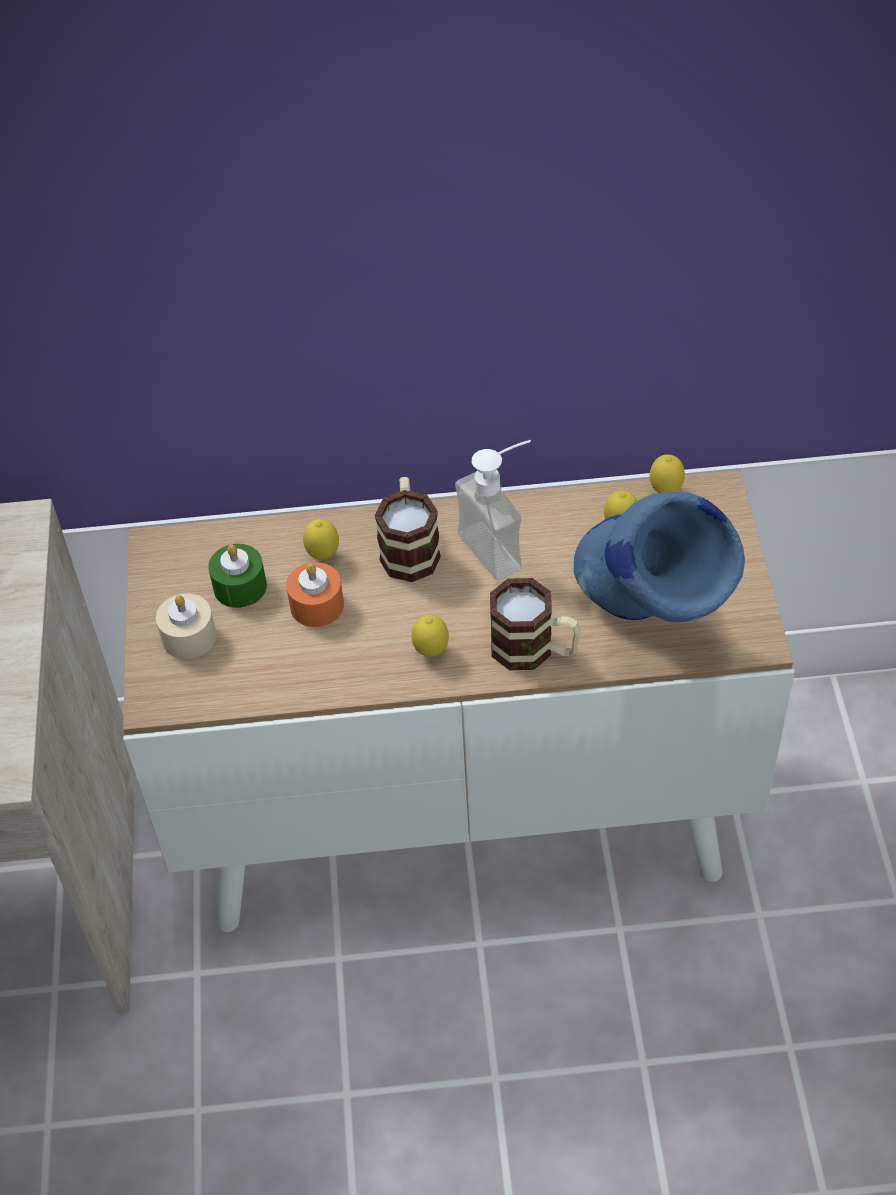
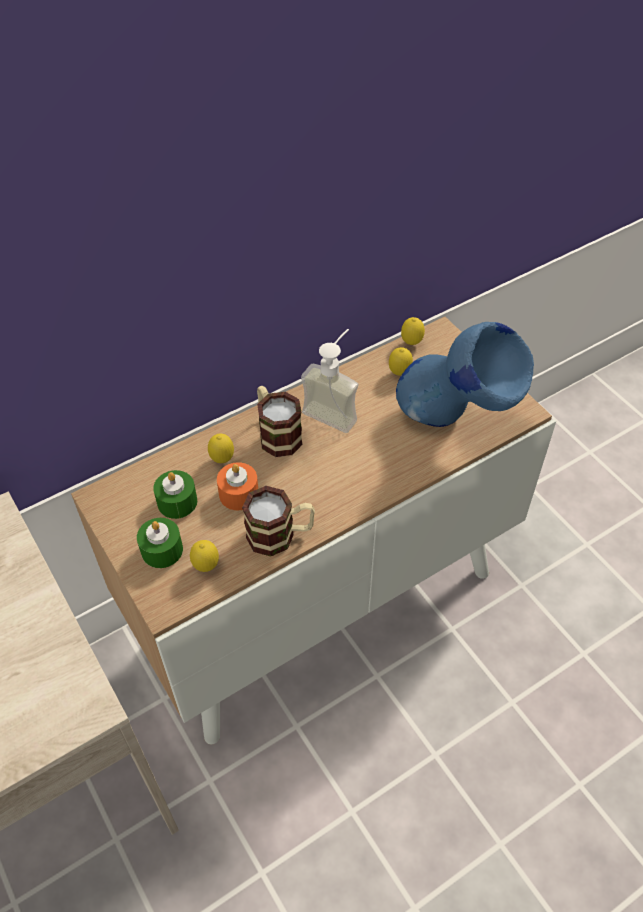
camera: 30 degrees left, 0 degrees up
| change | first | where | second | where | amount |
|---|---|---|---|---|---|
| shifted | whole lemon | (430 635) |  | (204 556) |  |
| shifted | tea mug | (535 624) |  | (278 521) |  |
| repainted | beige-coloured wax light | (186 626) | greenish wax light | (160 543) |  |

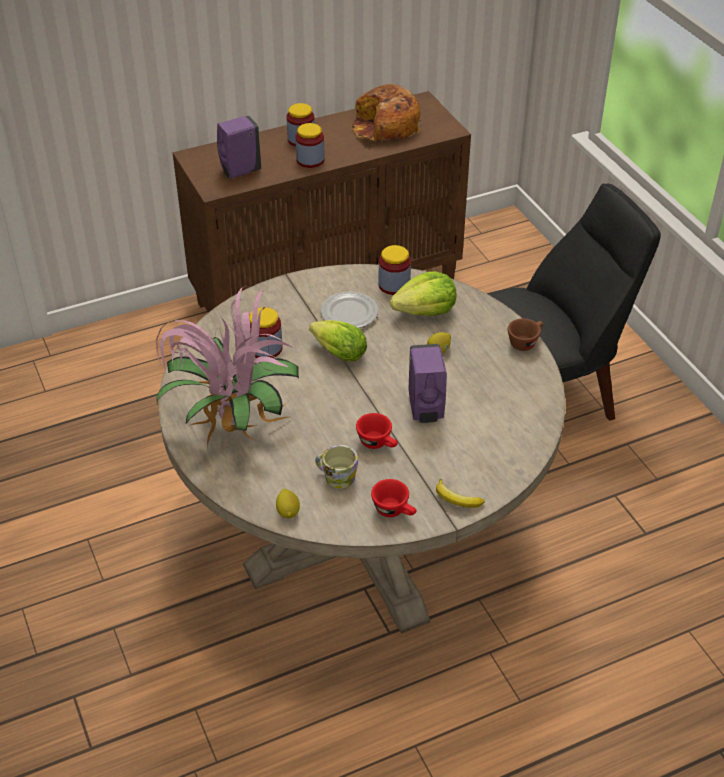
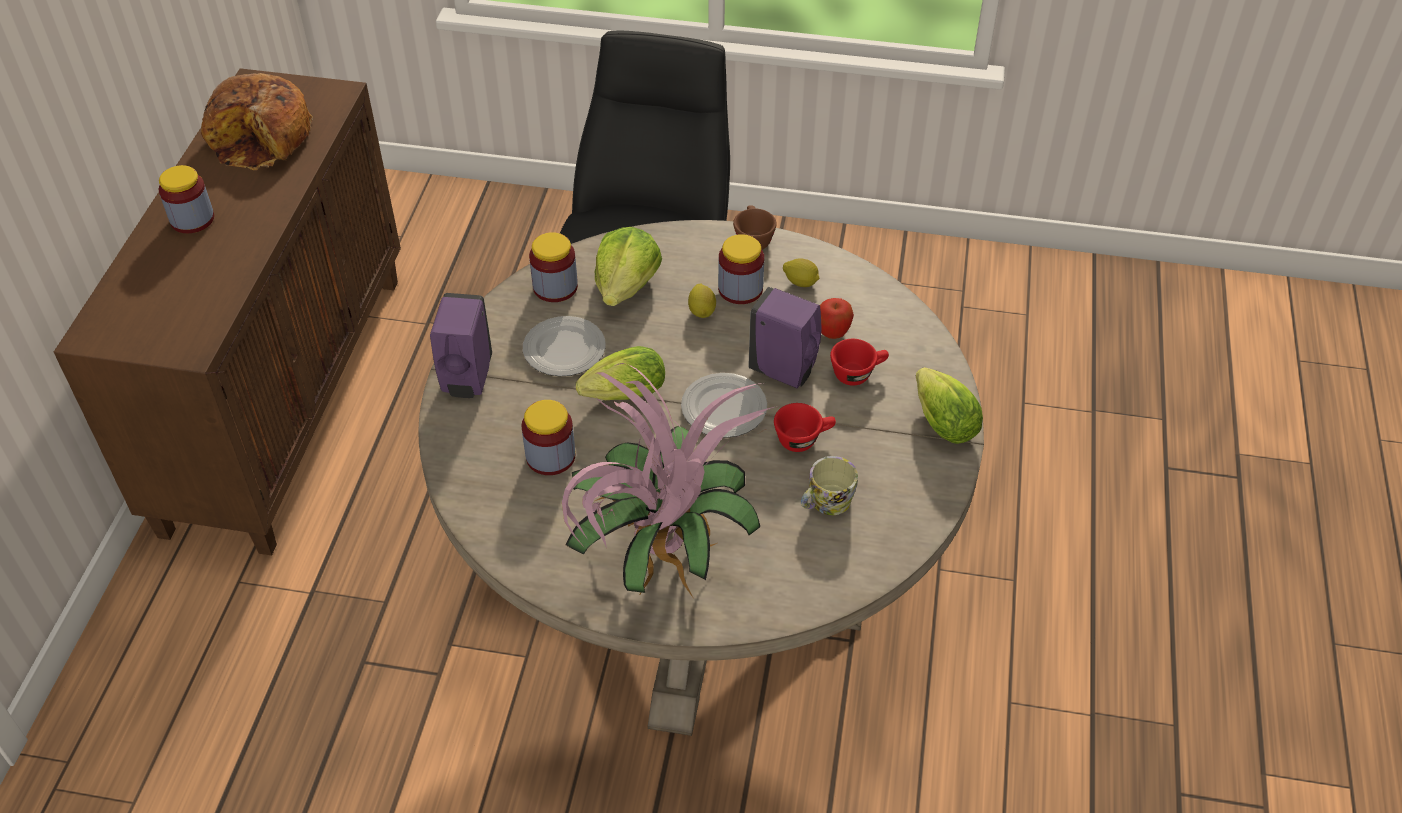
camera: 55 degrees left, 5 degrees up
| change | first | where | second | where | amount |
|---|---|---|---|---|---|
| new |  |  | plate | (724 405) |  |
| new |  |  | apple | (837 318) |  |
| shifted | purple-coloured soap dispenser | (239 147) |  | (461 345) |  |
| shifted | whole lemon | (288 504) |  | (801 272) |  |
| shifted | preserve jar | (310 145) |  | (741 269) |  |
| shifted | red drinking cup | (393 498) |  | (859 362) |  |
| swapped | banana fruit | (460 493) | lettuce head | (949 405) |  |

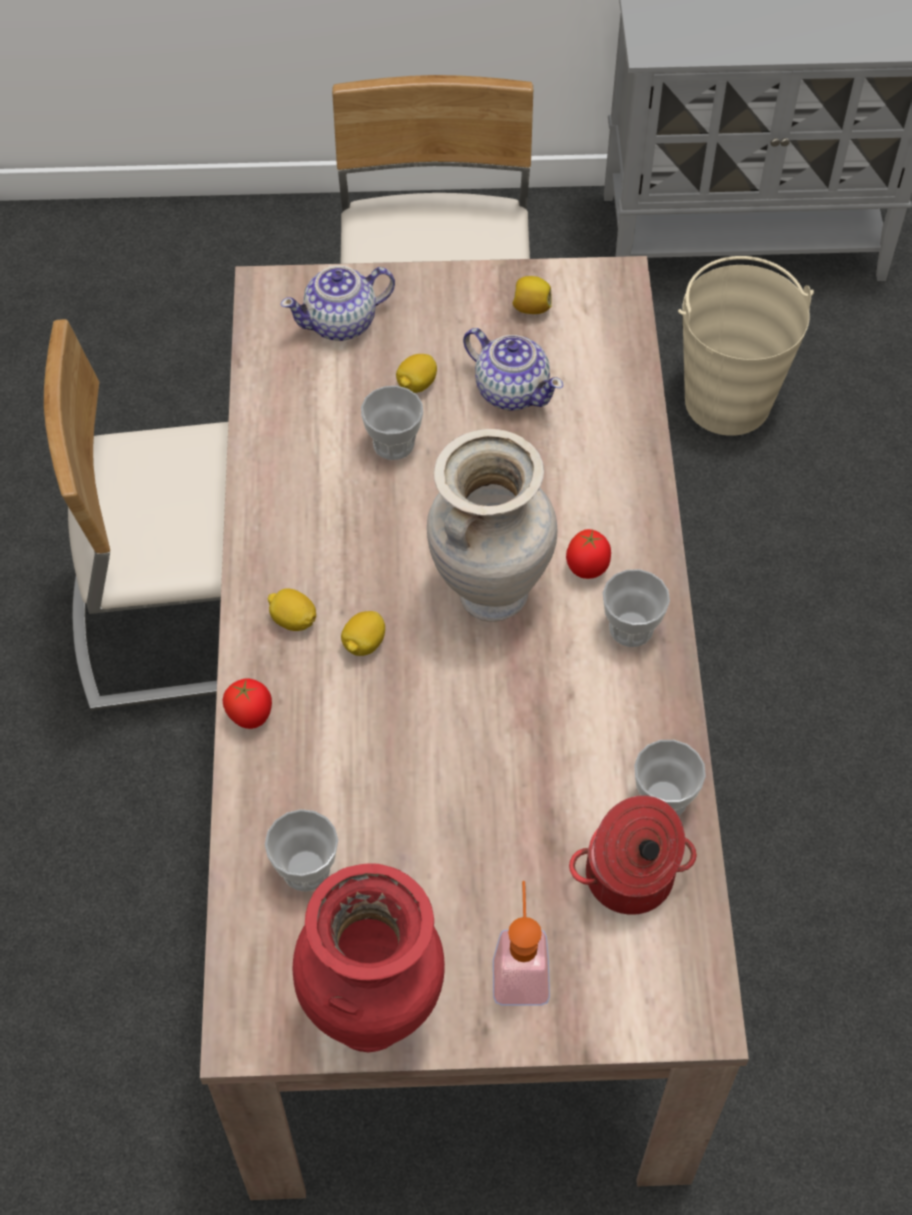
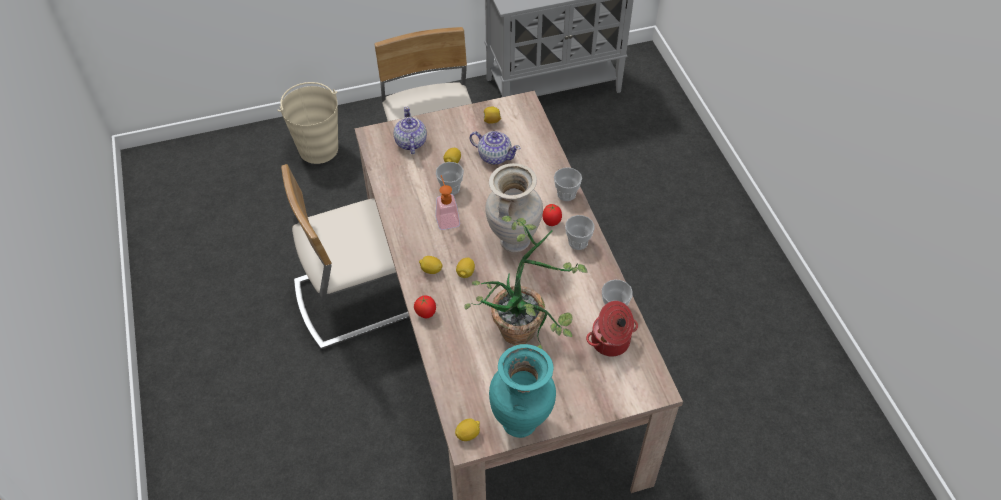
camera: 15 degrees left, 5 degrees down
| change | first | where | second | where | amount |
|---|---|---|---|---|---|
| new |  |  | whole lemon | (467 430) |  |
| new |  |  | houseplant | (526 282) |  |
| shifted | drinking cup | (301 850) |  | (568 184) |  |
| shifted | soap dispenser | (521 943) |  | (448 202) |  |
| shifted | beige-coloured bucket | (746 346) |  | (308 123) |  |
| repainted | red vase | (369 957) | blue-green vase | (522 391) |  |
| rotated | pot for tea | (338 303) |  | (410 130) | 120 degrees clockwise |

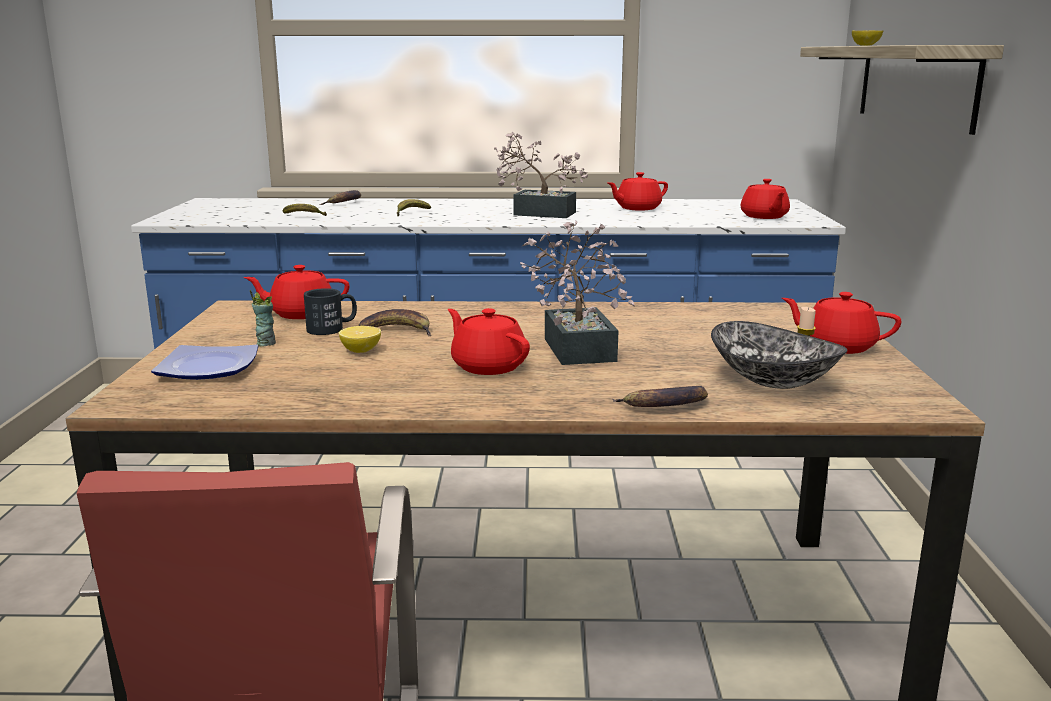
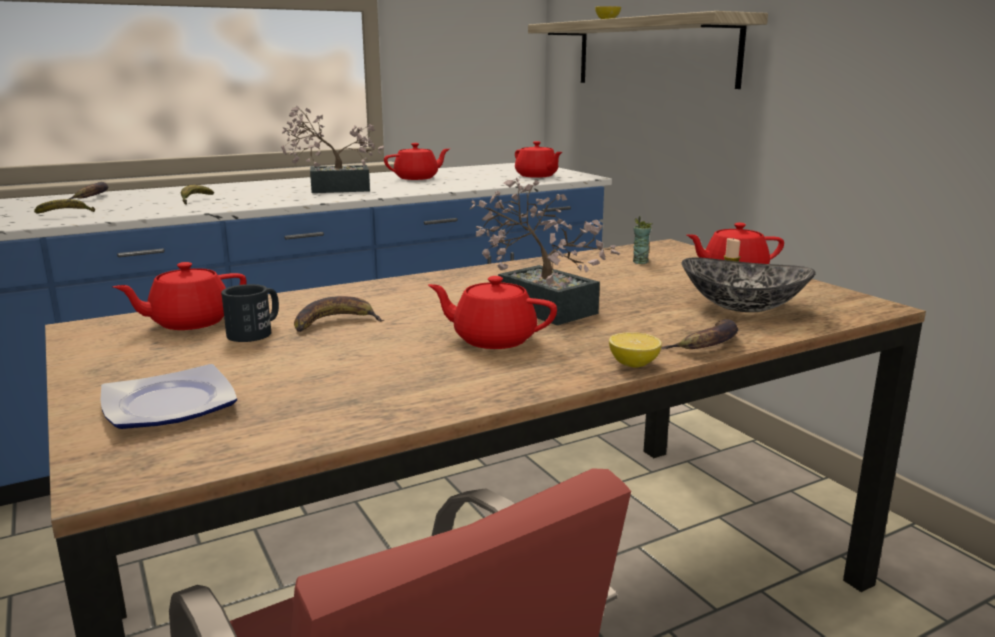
camera: 30 degrees left, 0 degrees up
| change | first | where | second | where | amount |
|---|---|---|---|---|---|
| shifted | drinking cup | (263 318) |  | (642 240) |  |
| shifted | whole lemon | (360 339) |  | (635 350) |  |
| rotated | red pot for tea | (638 191) |  | (416 161) | 150 degrees counterclockwise |

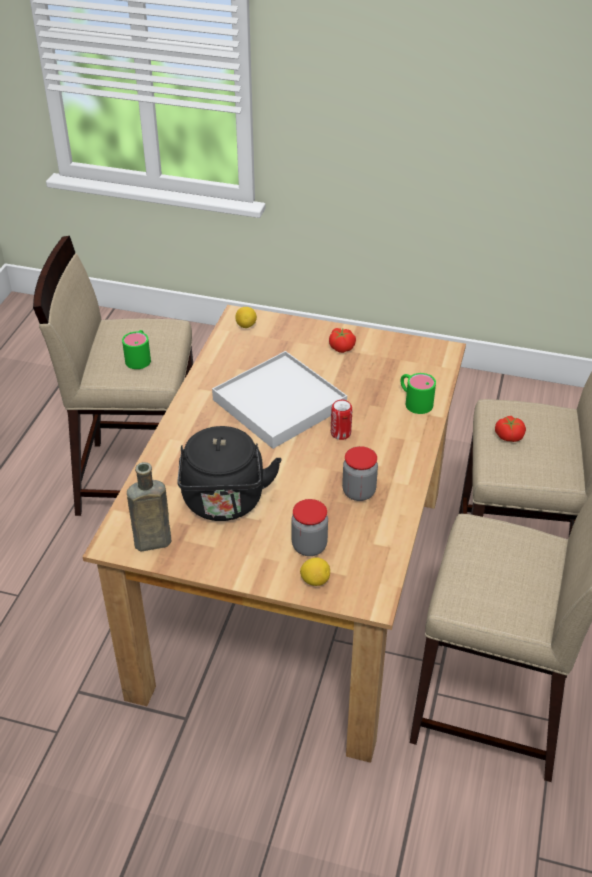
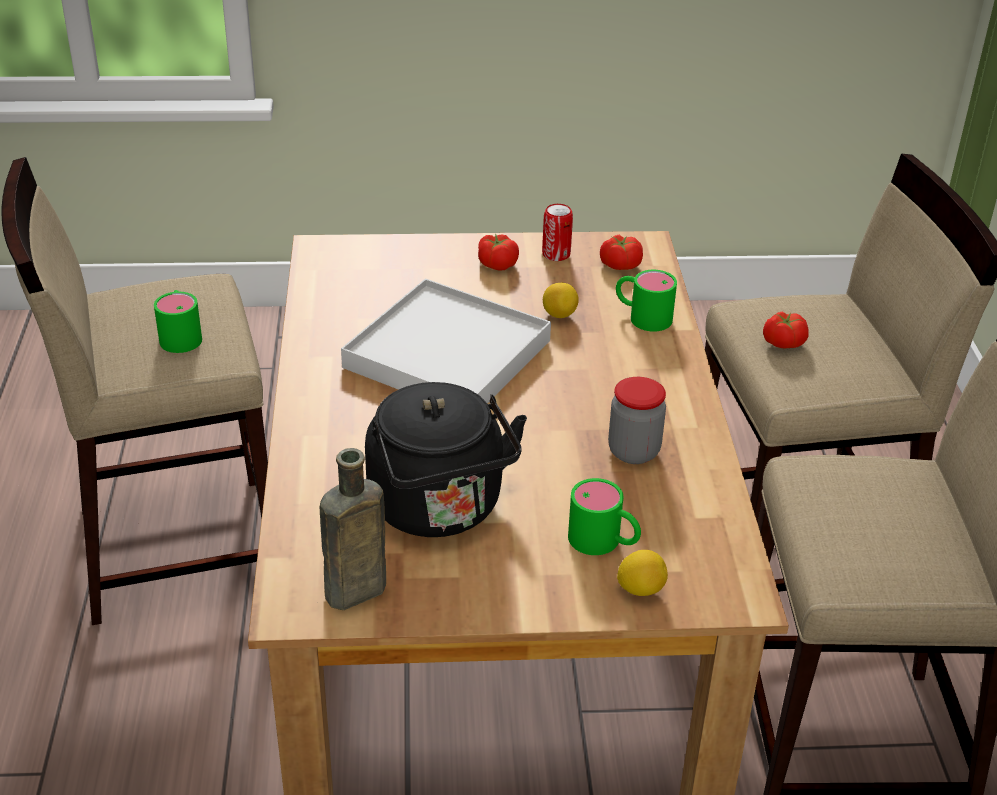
camera: 20 degrees left, 5 degrees down
| change | first | where | second | where | amount |
|---|---|---|---|---|---|
| new |  |  | fresh tomato | (621 252) |  |
| shifted | whole lemon | (246 317) |  | (561 300) |  |
| shifted | metal can | (342 420) |  | (557 232) |  |
| swapped | preserve jar | (309 527) | greenish tea mug | (604 516) |  |

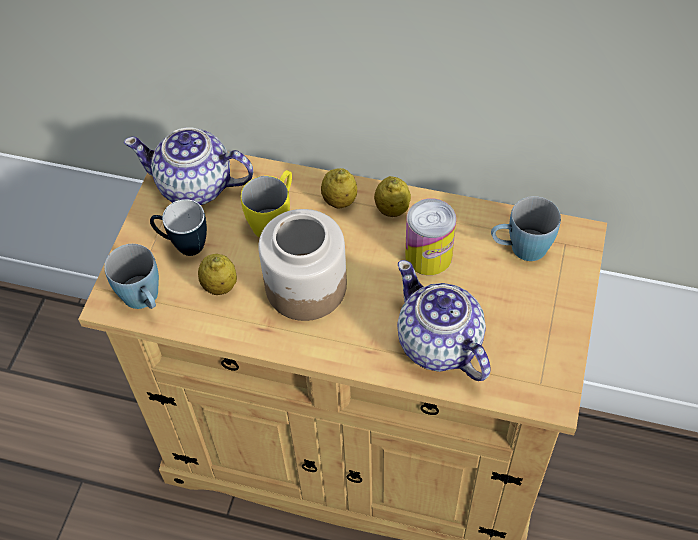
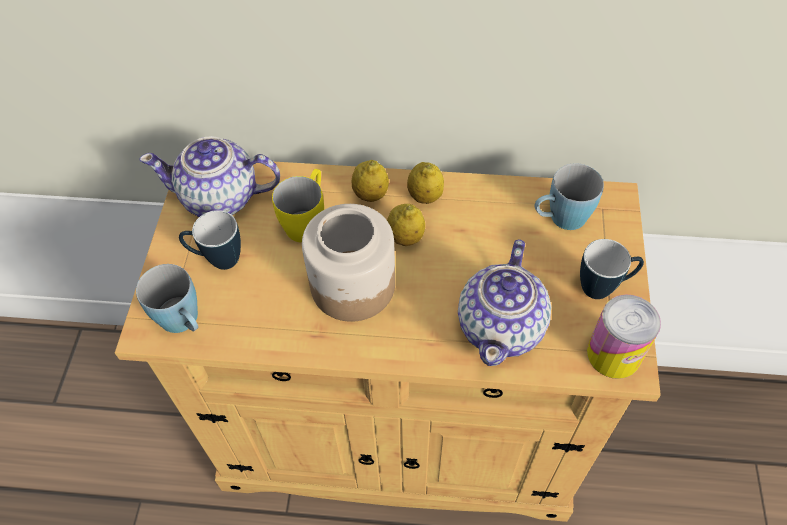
camera: 10 degrees left, 0 degrees up
| change | first | where | second | where | amount |
|---|---|---|---|---|---|
| new |  |  | tea mug | (612 269) |  |
| shifted | whole lemon | (217 274) |  | (406 225) |  |
| shifted | metal can | (430 236) |  | (624 337) |  |
| rotated | pot for tea | (444 320) |  | (504 302) | 120 degrees counterclockwise |

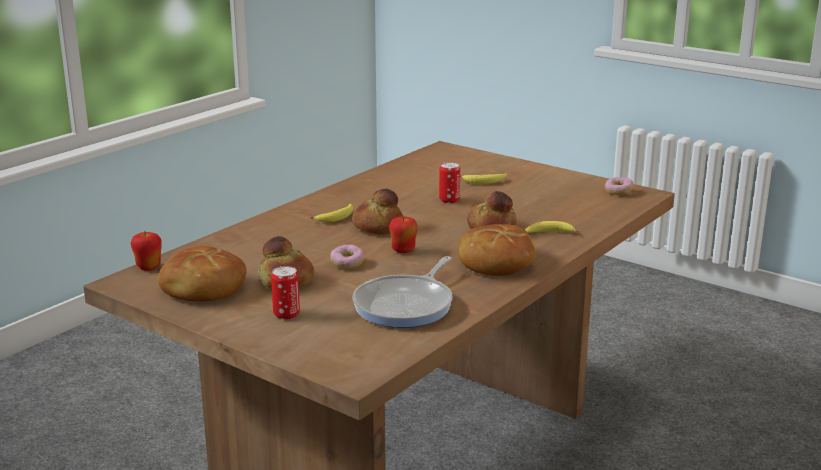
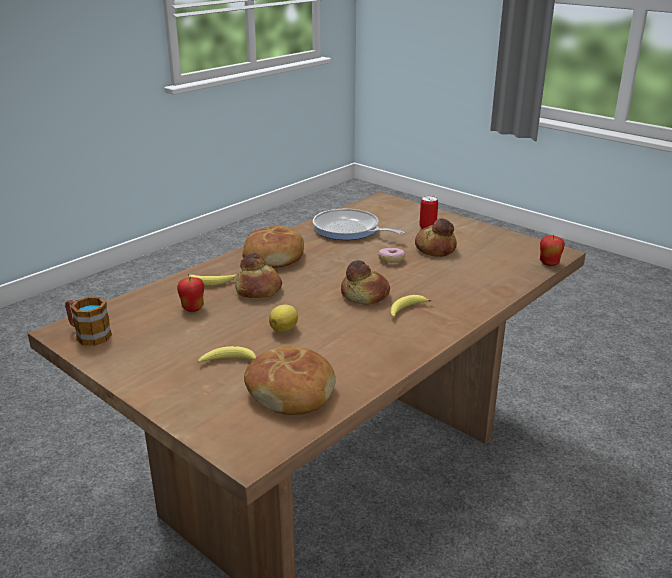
camera: 175 degrees left, 5 degrees up
| change | first | where | second | where | amount |
|---|---|---|---|---|---|
| shifted | bakery bread | (202 273) |  | (290 380) |  |
| shifted | apple | (403 234) |  | (190 294) |  |
| swapped | metal can | (449 182) | whole lemon | (283 319) |  |
| swapped | ring doughnut | (619 186) | tea mug | (88 321) |  |
| rotated | skillet | (402 292) |  | (359 224) | 90 degrees counterclockwise |

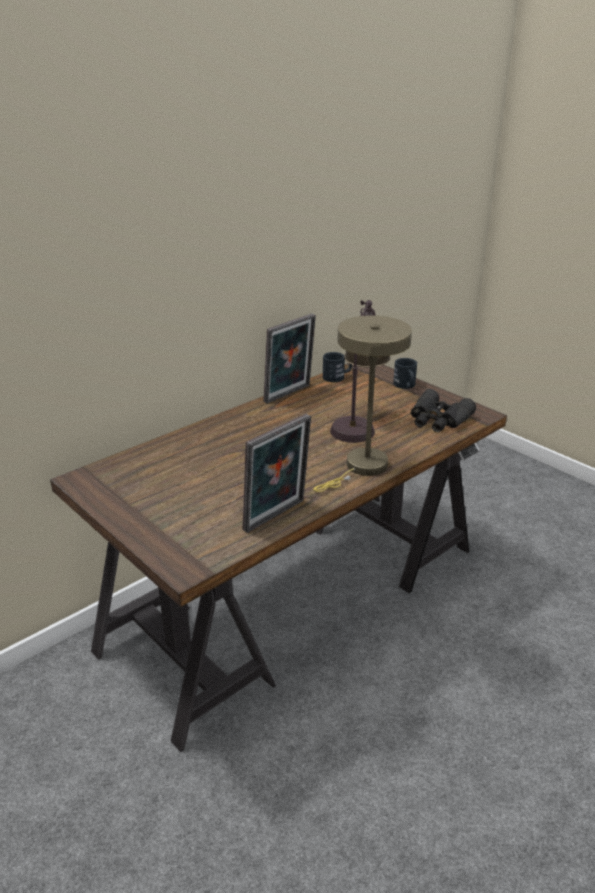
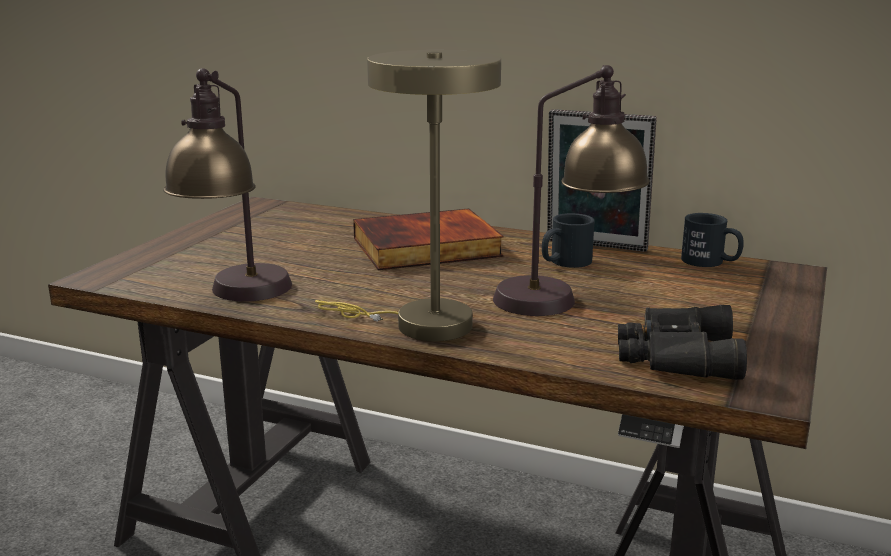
camera: 65 degrees right, 10 degrees down
| change | first | where | second | where | amount |
|---|---|---|---|---|---|
| new |  |  | bound book | (428 239) |  |
| shifted | black-coloured tea mug | (405 373) |  | (568 240) |  |
| swapped | standing frame | (277 473) | table lamp | (227 185) |  |

